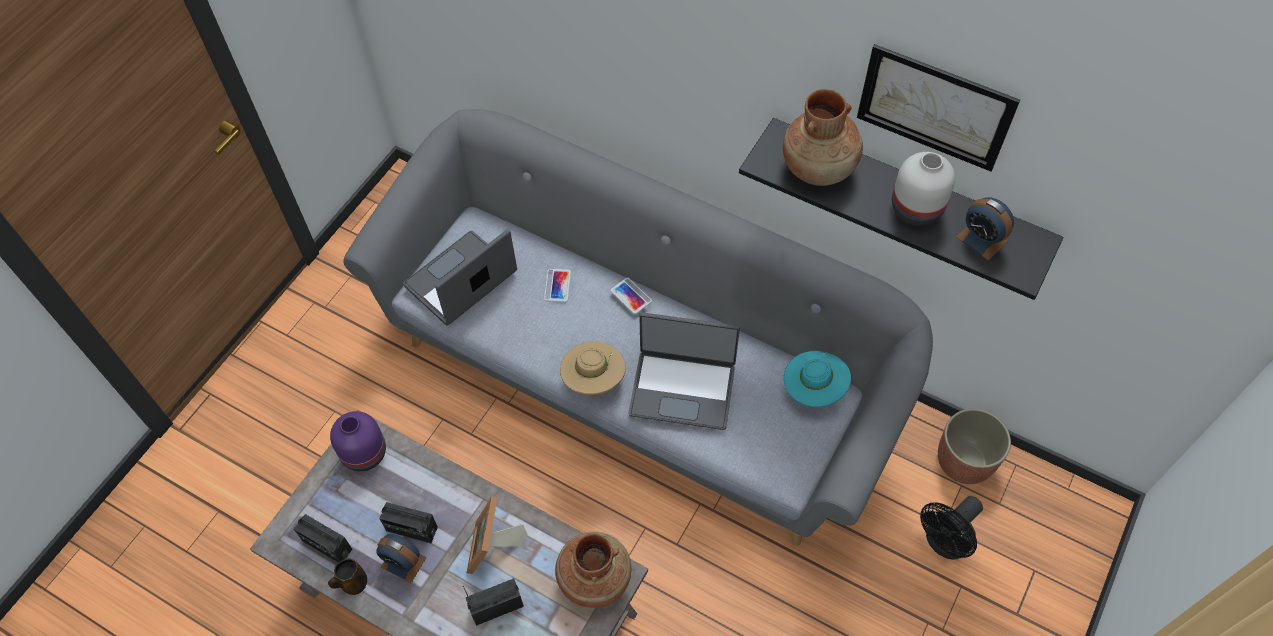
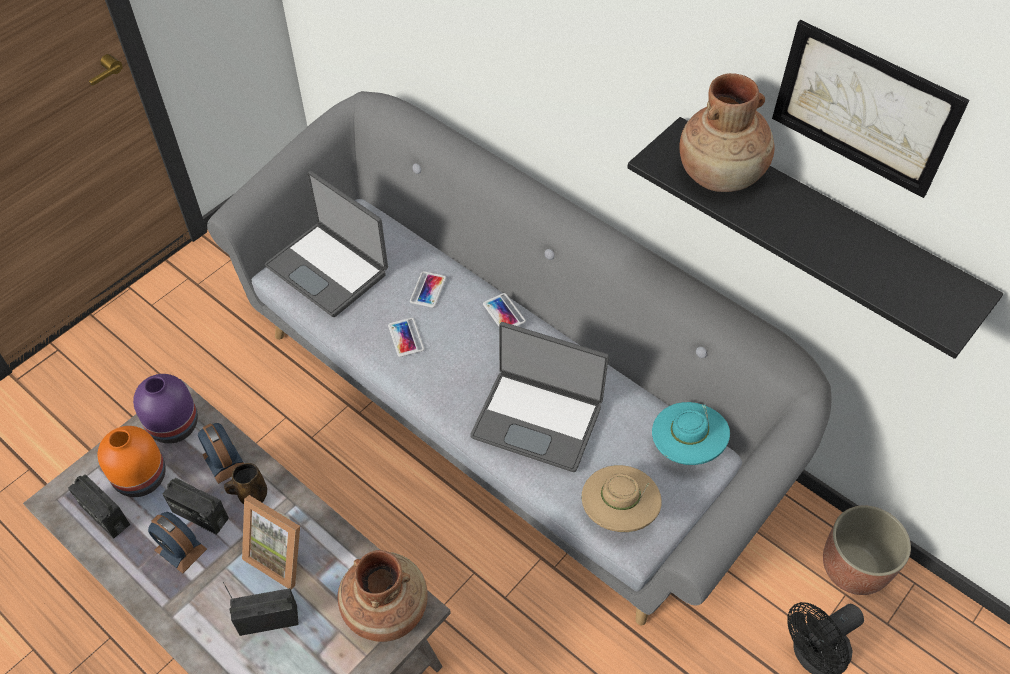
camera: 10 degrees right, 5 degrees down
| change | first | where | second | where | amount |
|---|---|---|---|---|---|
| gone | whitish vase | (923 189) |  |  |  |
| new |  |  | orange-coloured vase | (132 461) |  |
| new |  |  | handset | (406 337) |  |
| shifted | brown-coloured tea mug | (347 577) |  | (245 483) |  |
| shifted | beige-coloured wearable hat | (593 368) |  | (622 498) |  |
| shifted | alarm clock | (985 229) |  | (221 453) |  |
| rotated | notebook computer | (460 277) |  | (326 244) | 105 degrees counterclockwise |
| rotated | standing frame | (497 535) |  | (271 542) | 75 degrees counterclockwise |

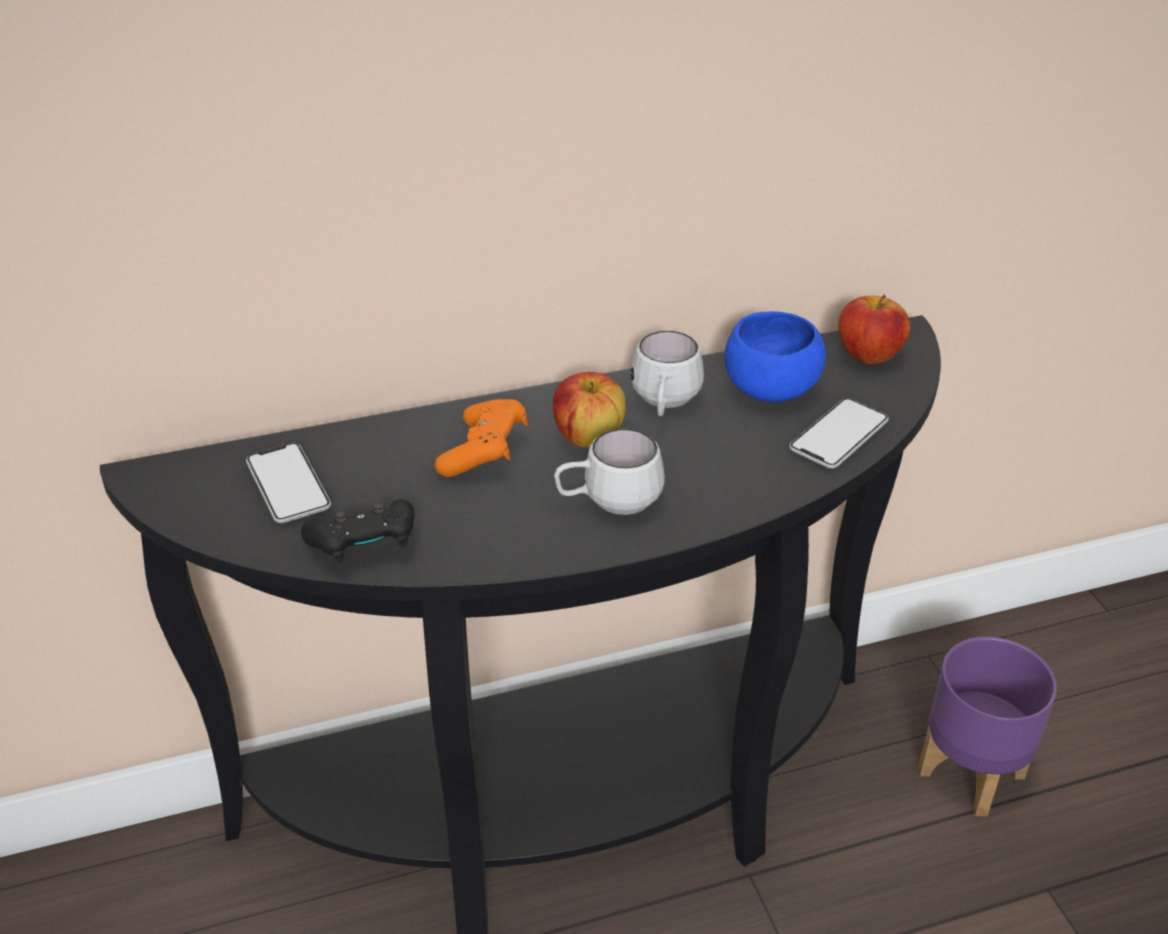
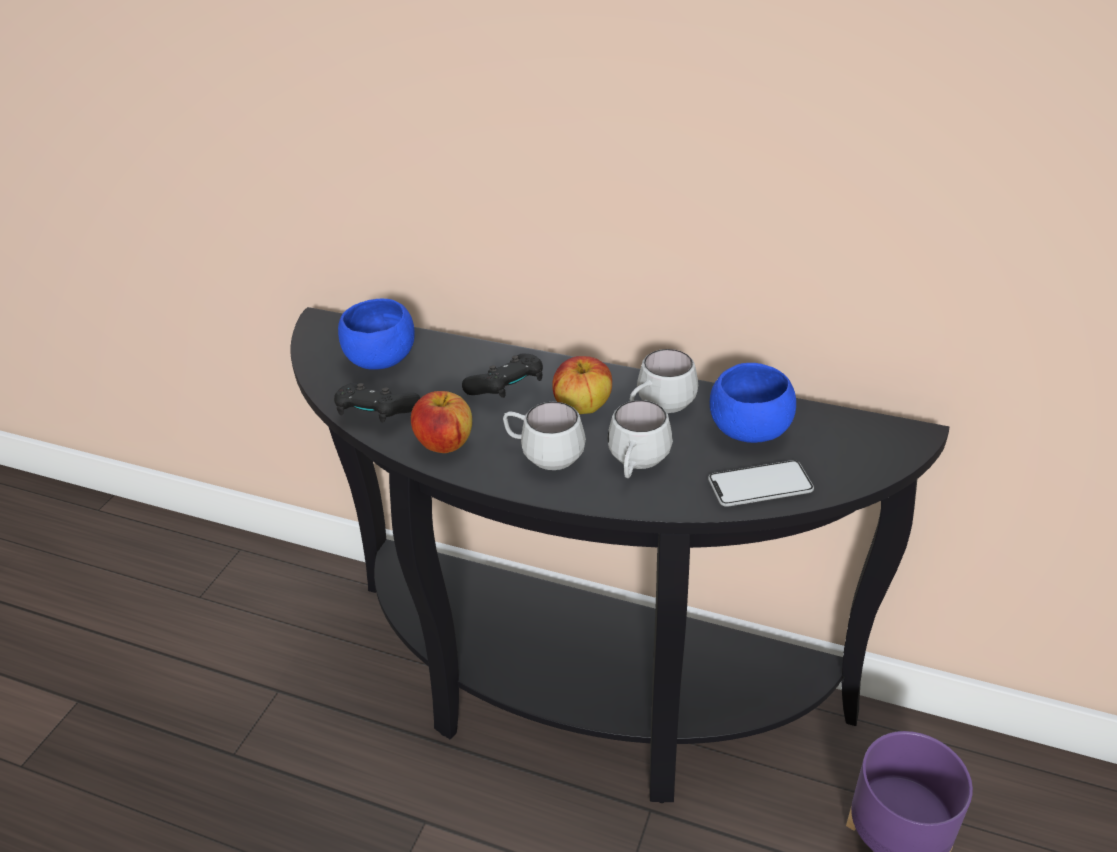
camera: 40 degrees right, 0 degrees up
| change | first | where | second | where | amount |
|---|---|---|---|---|---|
| new |  |  | whitish tea mug | (640 439) |  |
| shifted | apple | (874 329) |  | (441 422) |  |
| swapped | handset | (288 483) | bluish serving bowl | (376 334) |  |
| repainted | orange-coloured joypad | (481 438) | black-coloured joypad | (502 375) |  |

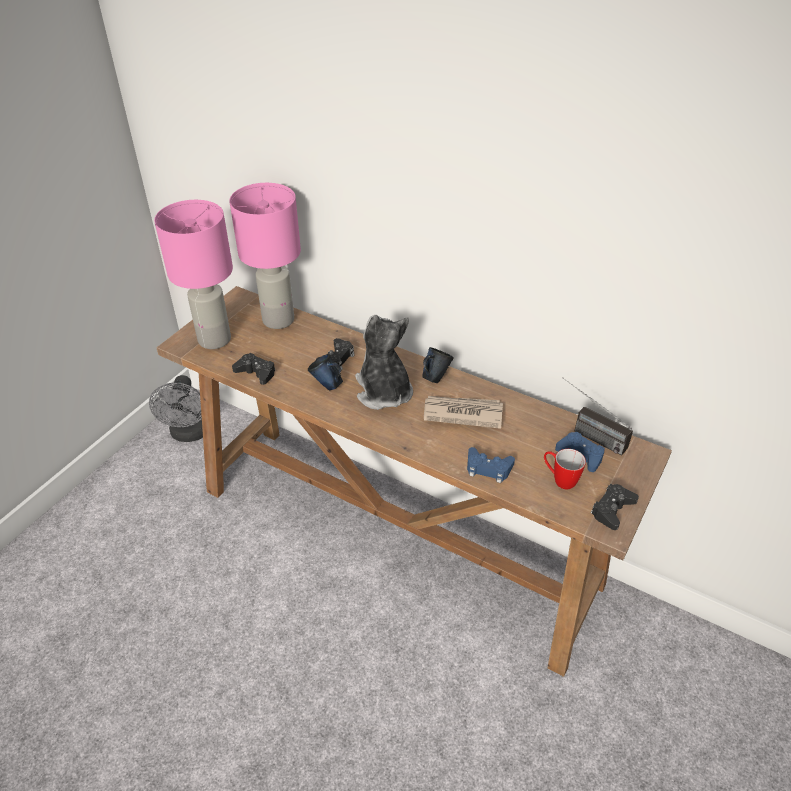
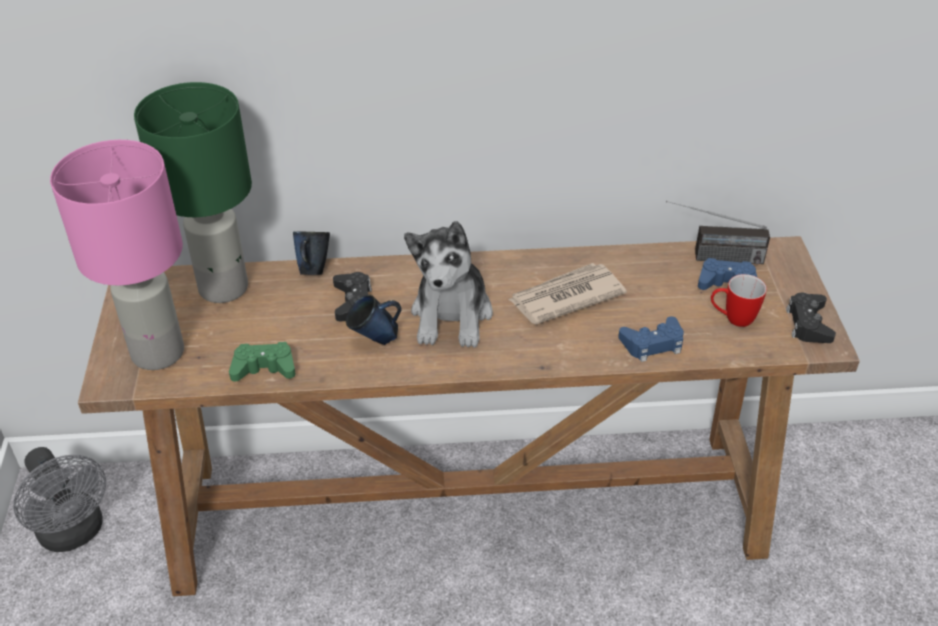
camera: 35 degrees left, 0 degrees up
| change | first | where | second | where | amount |
|---|---|---|---|---|---|
| shifted | bluish tea mug | (438 365) |  | (311 253) |  |
| repainted | pink table lamp | (265 256) | greenish table lamp | (193 192) |  |
| repainted | black-coloured joypad | (253 369) | greenish joypad | (262 362) |  |
| rotated | soft toy | (384 362) |  | (448 284) | 120 degrees counterclockwise |

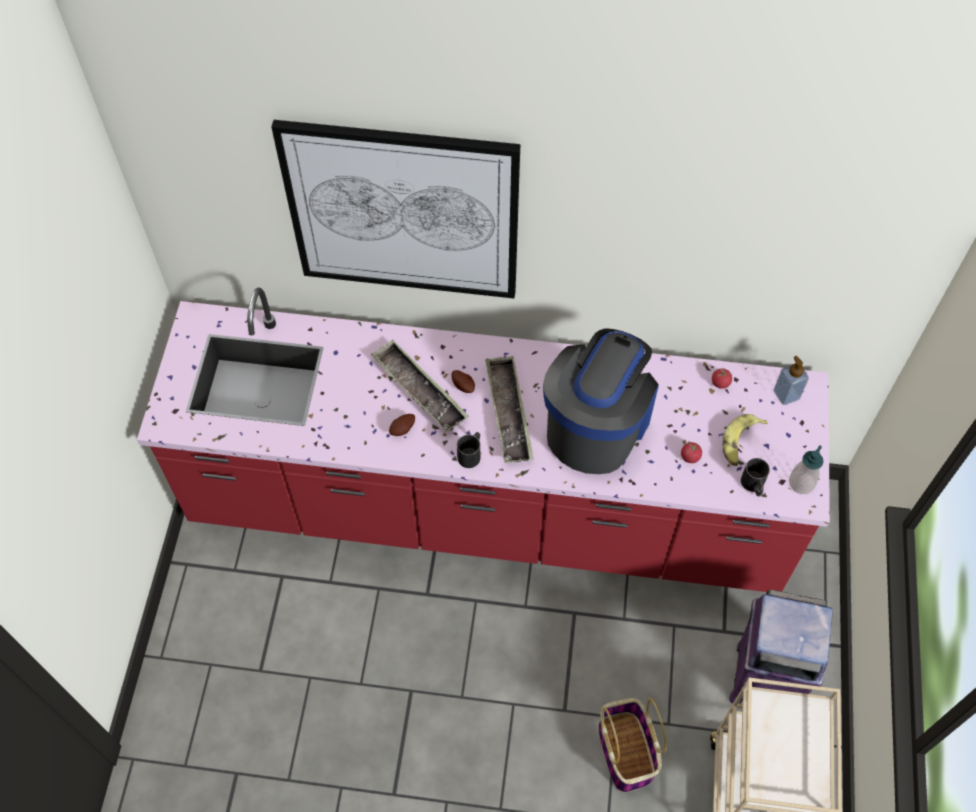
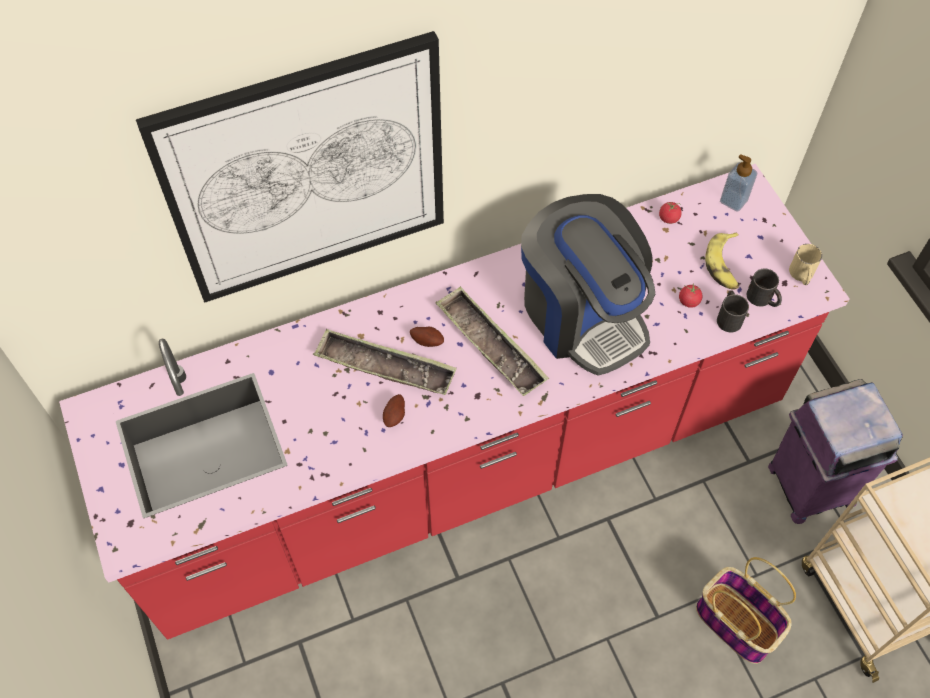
camera: 30 degrees left, 0 degrees up
| change | first | where | second | where | amount |
|---|---|---|---|---|---|
| shifted | black-coloured tea mug | (468 450) |  | (733 311) |  |
| swapped | soap dispenser | (806 469) | beige-coloured tea mug | (805 264) |  |
| rotated | coffee brewer | (601 401) |  | (588 285) | 150 degrees clockwise |

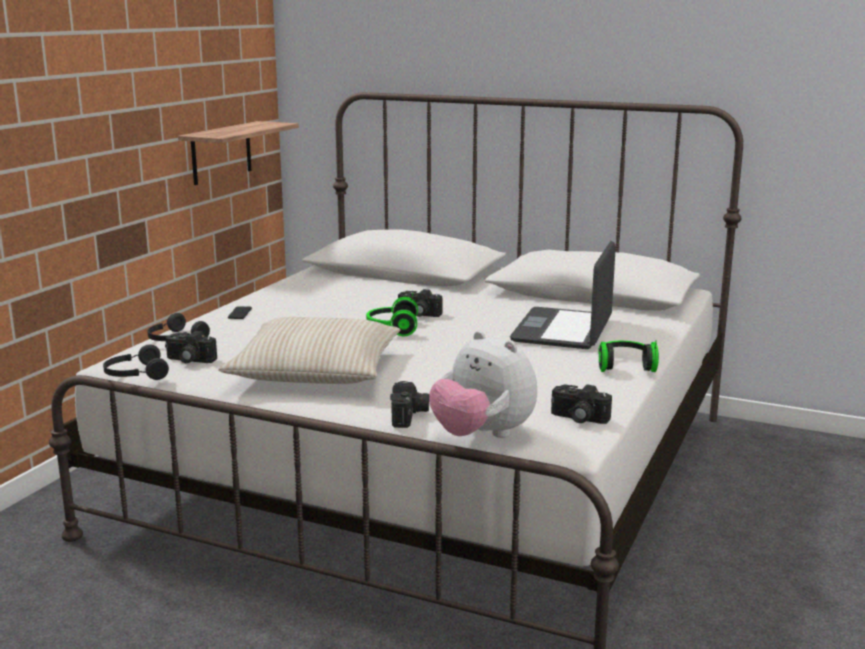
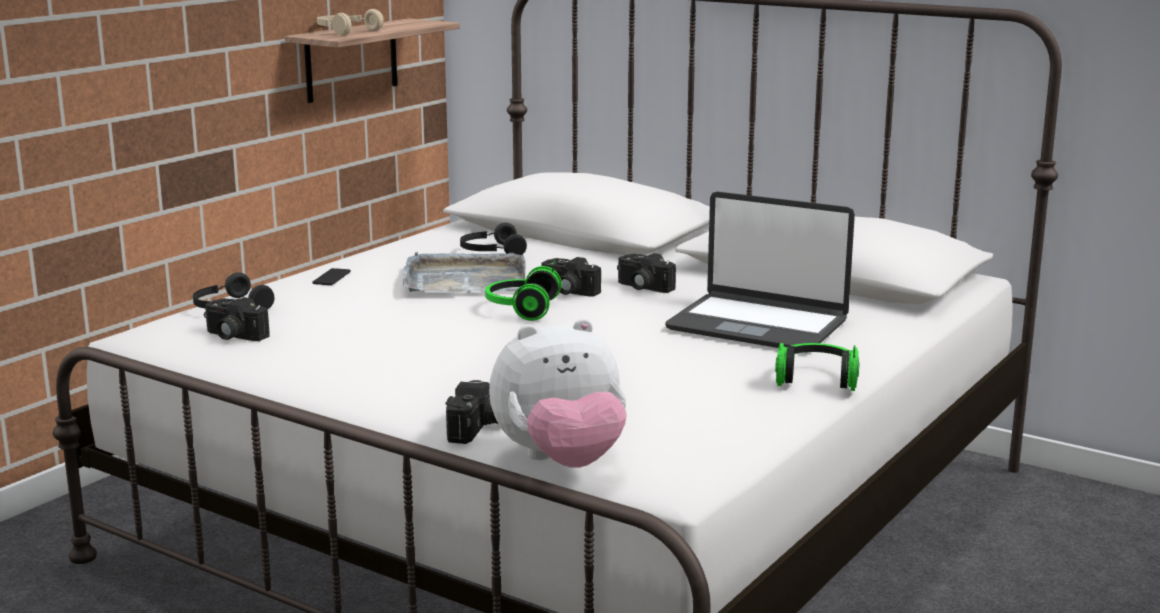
camera: 10 degrees right, 0 degrees up
| change | first | where | second | where | amount |
|---|---|---|---|---|---|
| gone | beige-coloured throw pillow | (309 350) |  |  |  |
| new |  |  | beige-coloured headphones | (350 22) |  |
| new |  |  | grey serving tray | (464 272) |  |
| shifted | black-coloured headphones | (136 362) |  | (493 239) |  |
| shifted | photo camera | (581 404) |  | (646 273) |  |
| rotated | soft toy | (483 384) |  | (558 393) | 75 degrees counterclockwise |
| rotated | notebook computer | (563 295) |  | (760 272) | 90 degrees counterclockwise |

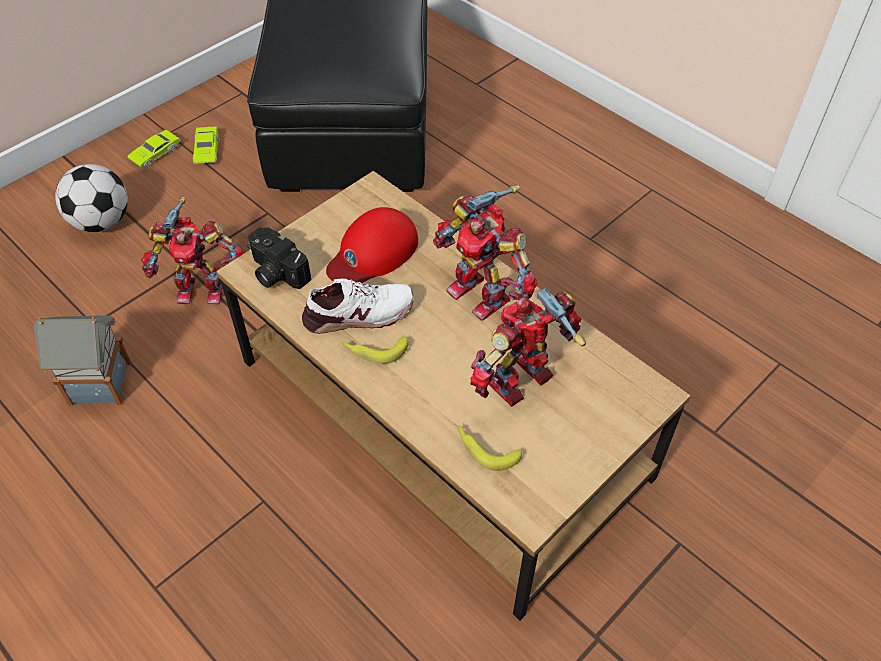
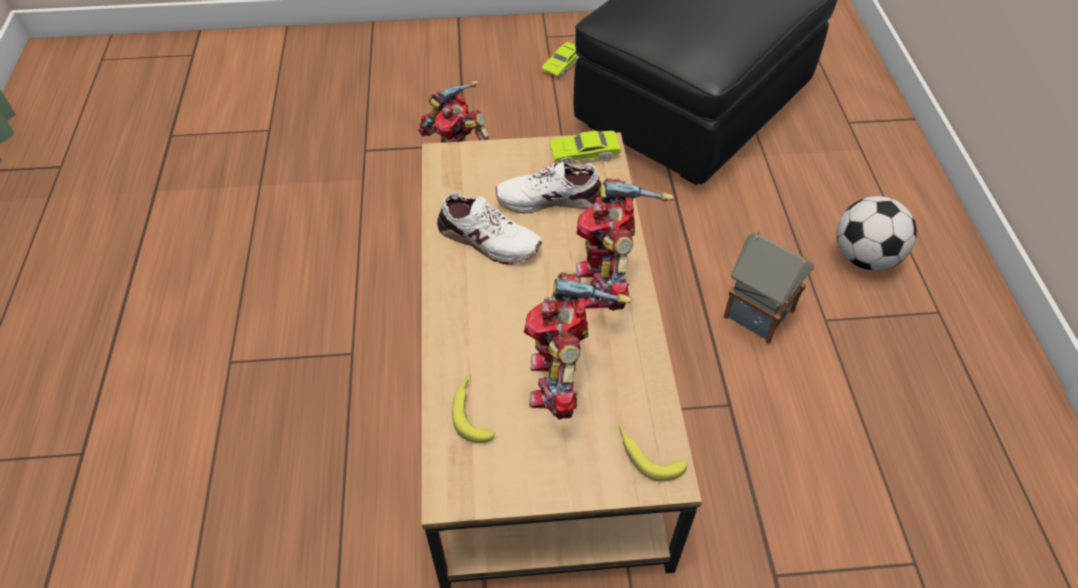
camera: 40 degrees right, 0 degrees up
| change | first | where | second | where | amount |
|---|---|---|---|---|---|
| gone | photo camera | (279 258) |  |  |  |
| shifted | model house | (83 360) |  | (769 287) |  |
| shifted | football | (91 198) |  | (877 233) |  |
| shifted | greenish model car | (154 148) |  | (585 147) |  |
| shifted | banana fruit | (374 349) |  | (653 454) |  |
| swapped | red baseball cap | (372 245) | whitish low shoe | (549 188) |  |
| rotated | robot figure | (528 347) |  | (578 345) | 90 degrees counterclockwise |

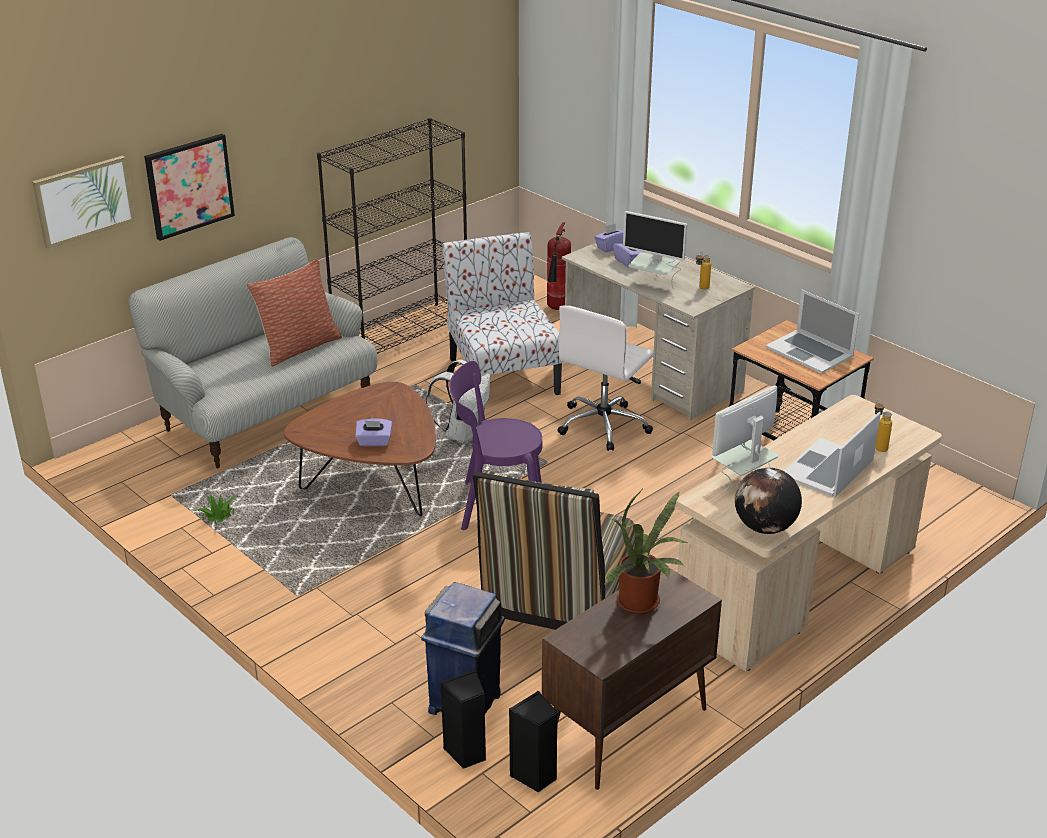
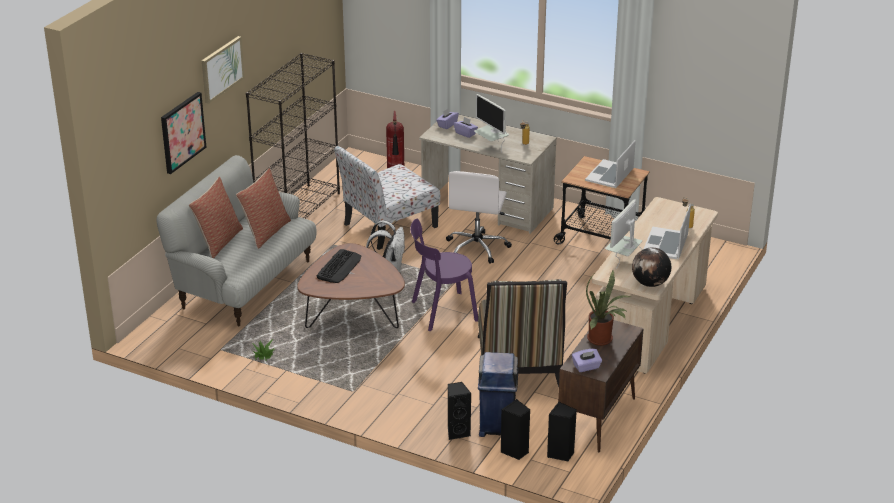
camera: 20 degrees left, 0 degrees up
| change | first | where | second | where | amount |
|---|---|---|---|---|---|
| new |  |  | throw pillow | (216 218) |  |
| new |  |  | PC keyboard | (339 266) |  |
| new |  |  | black-coloured loudspeaker | (460 411) |  |
| shifted | wall picture | (83 202) |  | (223 70) |  |
| shifted | purple-coloured box of tissues | (373 432) |  | (587 360) |  |
| rotated | upright chair | (503 313) |  | (387 198) | 90 degrees counterclockwise |
| rotated | computer display | (655 250) |  | (491 123) | 45 degrees clockwise |
| rotated | notebook computer | (812 332) |  | (610 164) | 90 degrees clockwise |

